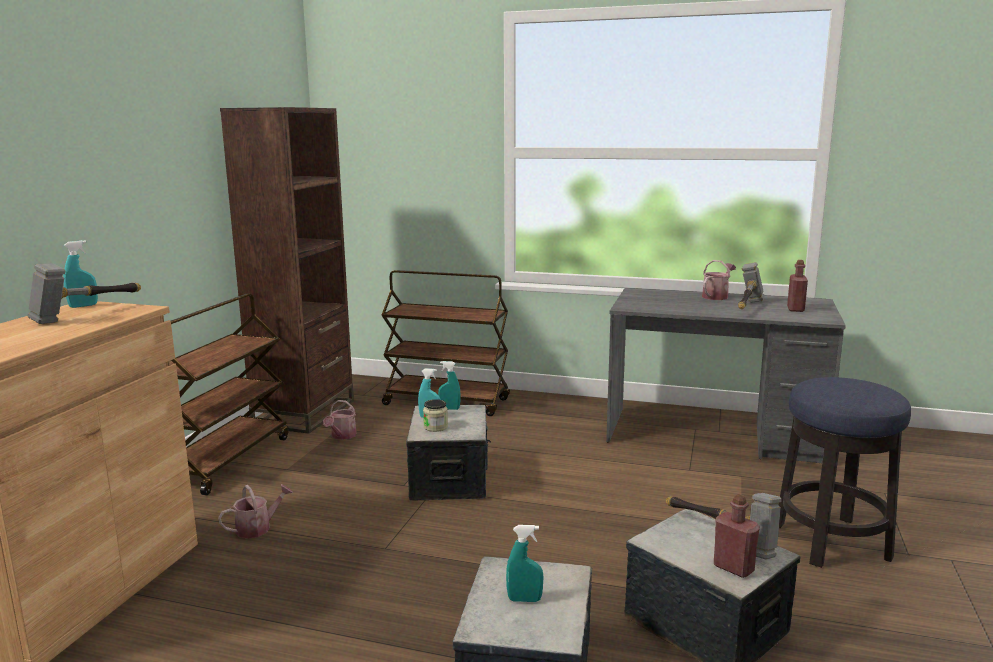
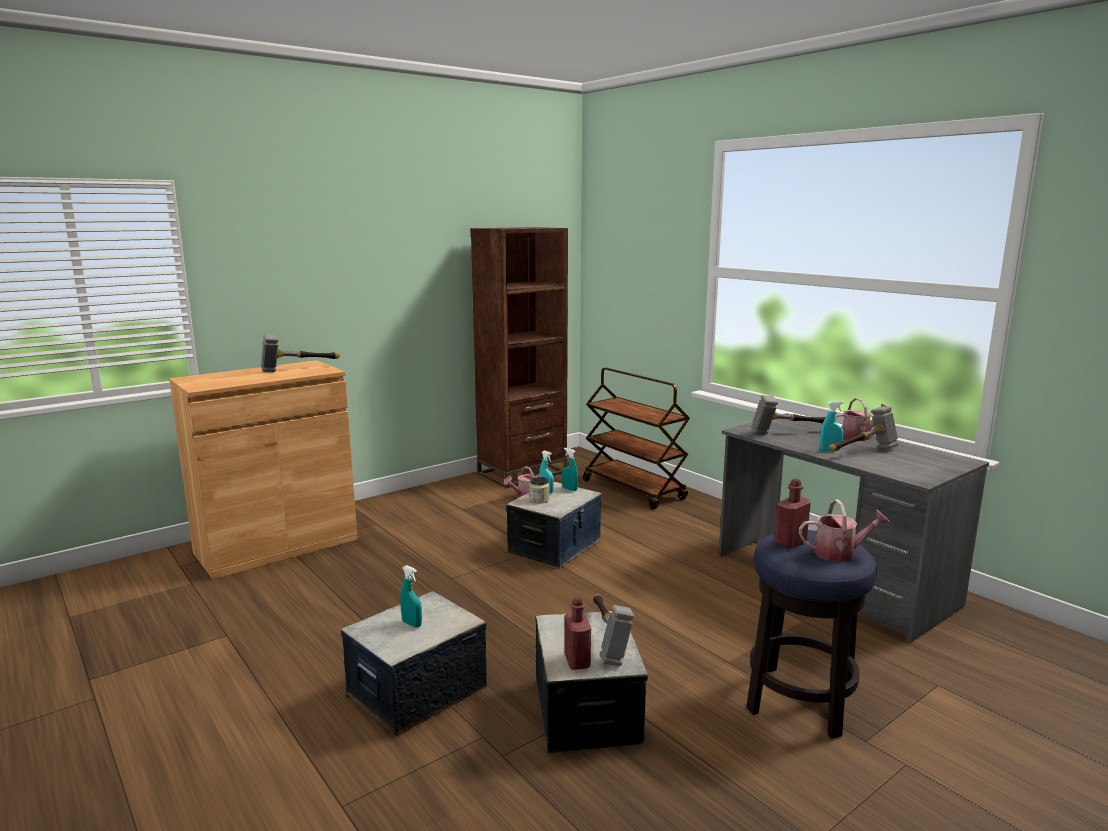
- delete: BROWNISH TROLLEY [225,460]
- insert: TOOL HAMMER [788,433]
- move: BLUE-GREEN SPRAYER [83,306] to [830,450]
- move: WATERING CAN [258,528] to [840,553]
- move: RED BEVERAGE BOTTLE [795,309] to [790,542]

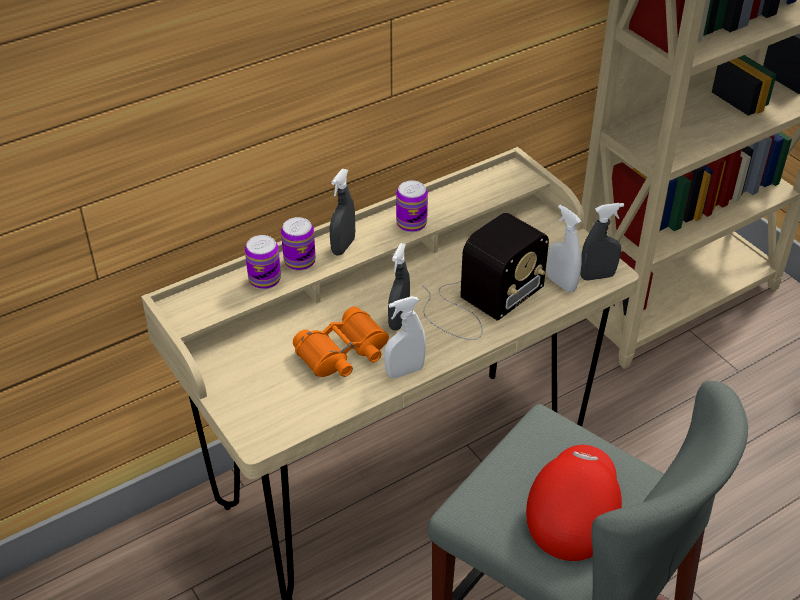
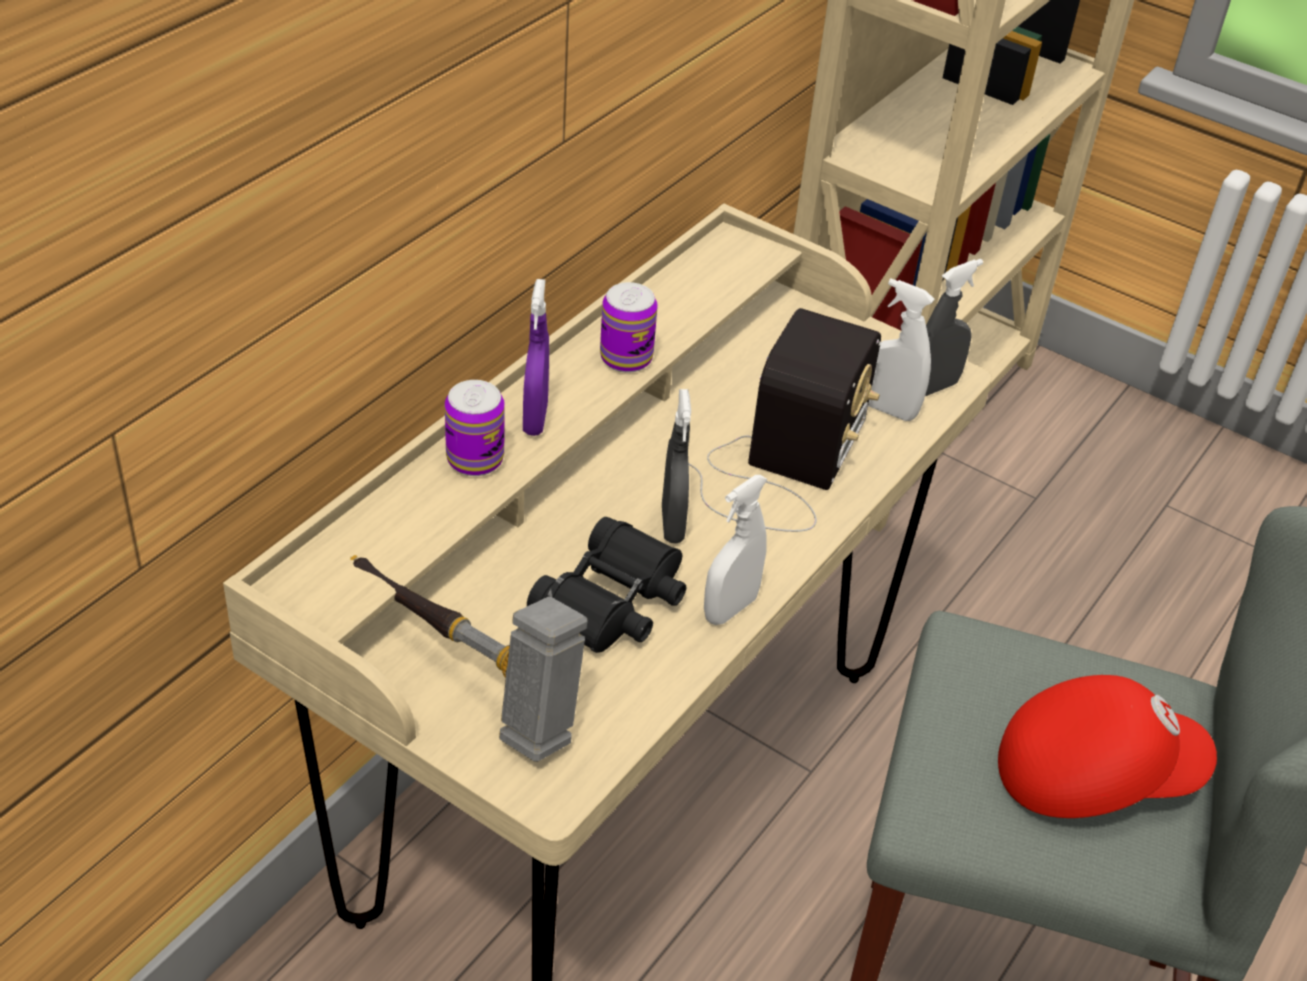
- delete: SEALED CAN [264,279]
- insert: TOOL HAMMER [462,674]
- recolor: ORANGE PAIR OF BINOCULARS [343,353] to BLACKISH PAIR OF BINOCULARS [613,602]
- recolor: GREY SPRAYER [343,246] to PURPLE SPRAYER [535,418]
- rotate: RED CAP [572,513] = [1092,774] 90 degrees clockwise

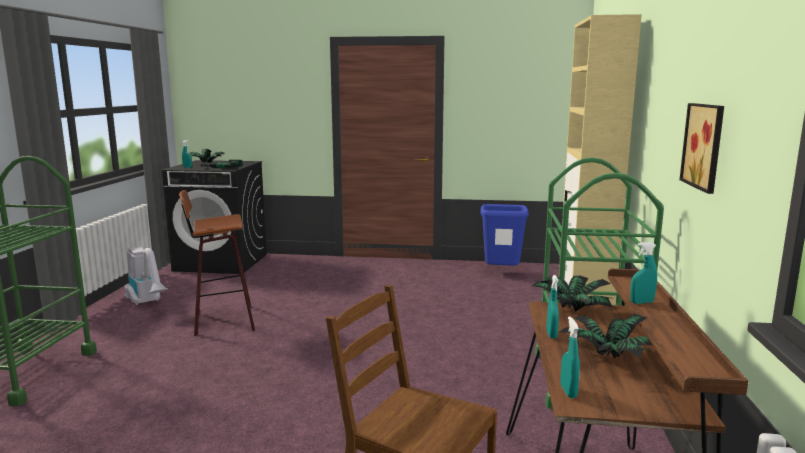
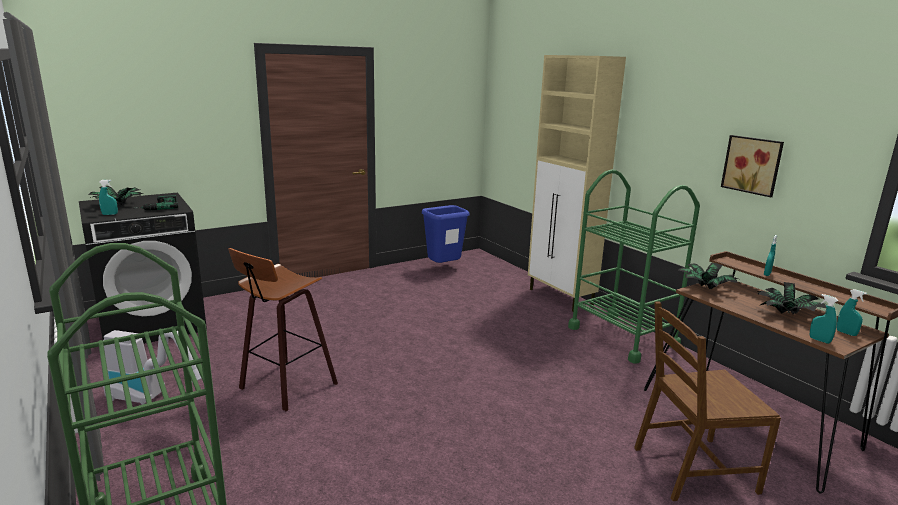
- move: BLUE-GREEN SPRAYER [551,335] to [846,333]

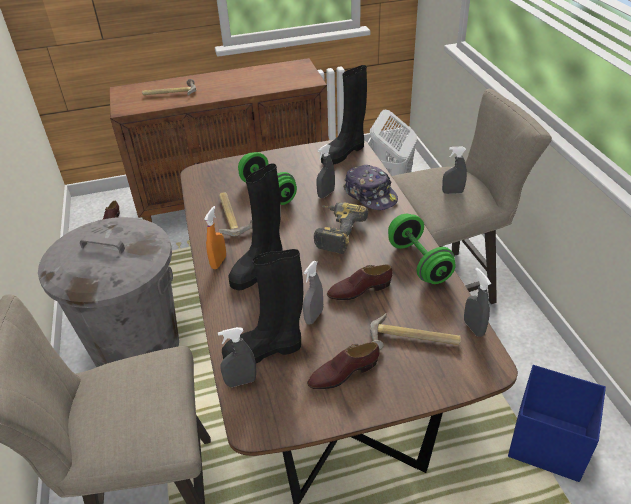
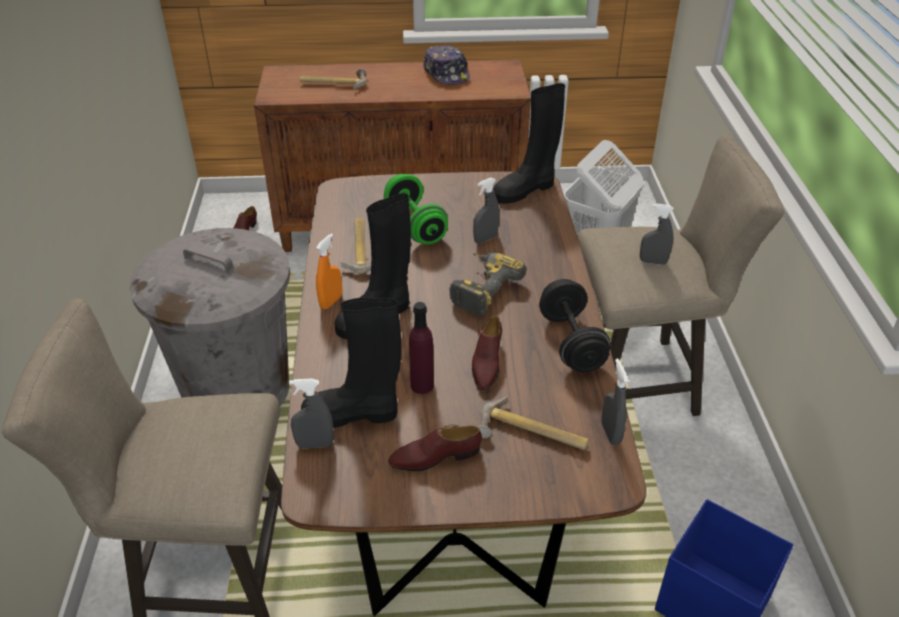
- move: CAP [370,195] to [446,74]
- replace: GREY SPRAYER [314,316] to PURPLE BEVERAGE BOTTLE [422,385]
- recolor: GREEN-COLOURED DUMBBELL [419,262] to BLACKISH DUMBBELL [571,342]
- rotate: BROWNISH SHOE [359,290] = [486,363] 75 degrees counterclockwise

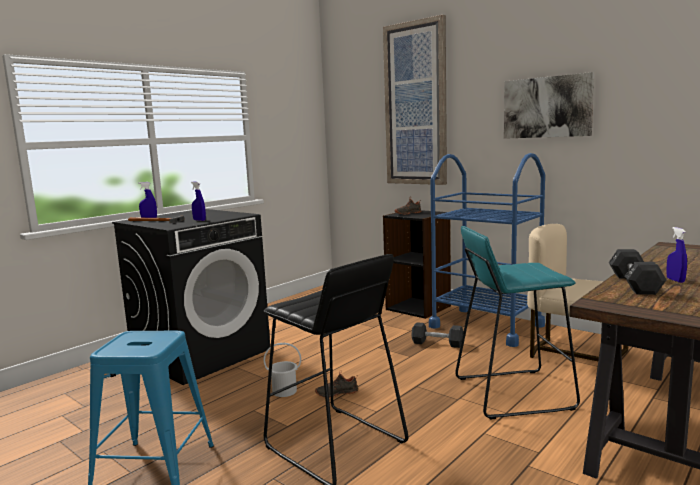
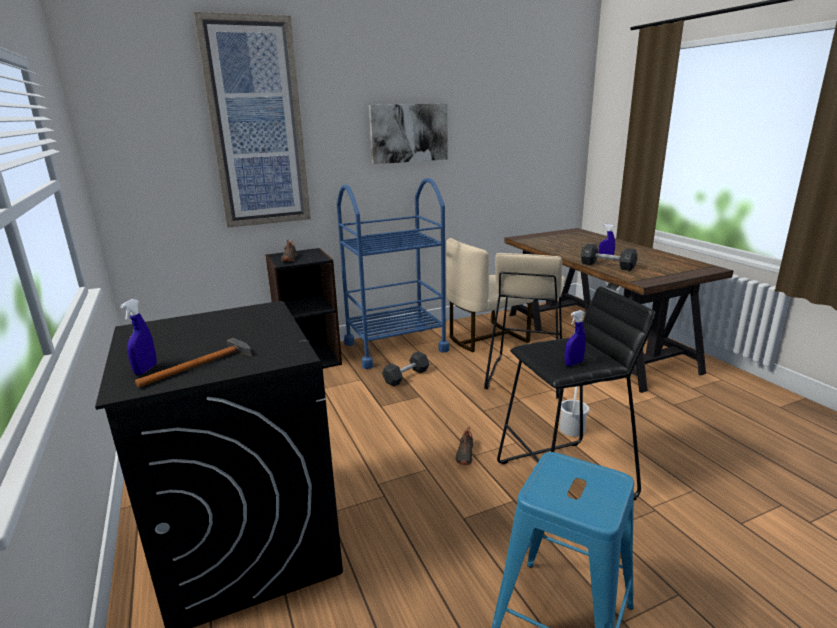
- move: BLUE SPRAYER [199,220] to [573,363]
- move: WHITE WATER BUCKET [284,391] to [571,429]
- recolor: BLUE-GREEN STOOL [512,393] to SAND-COLOURED STOOL [524,377]

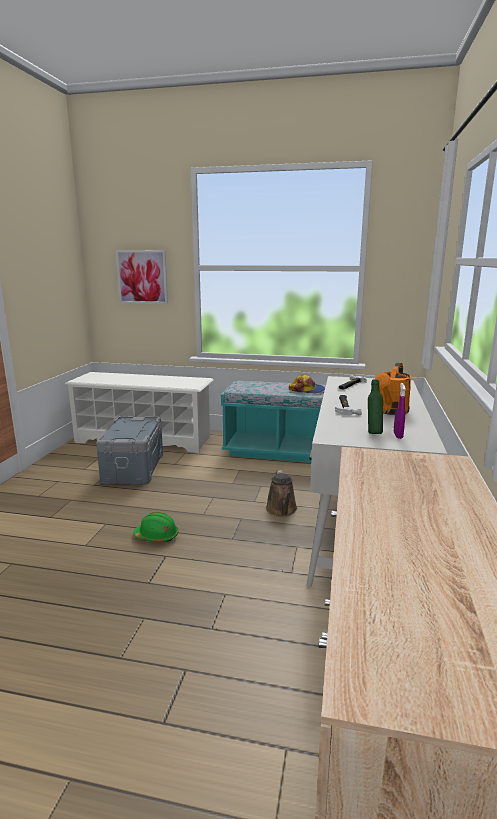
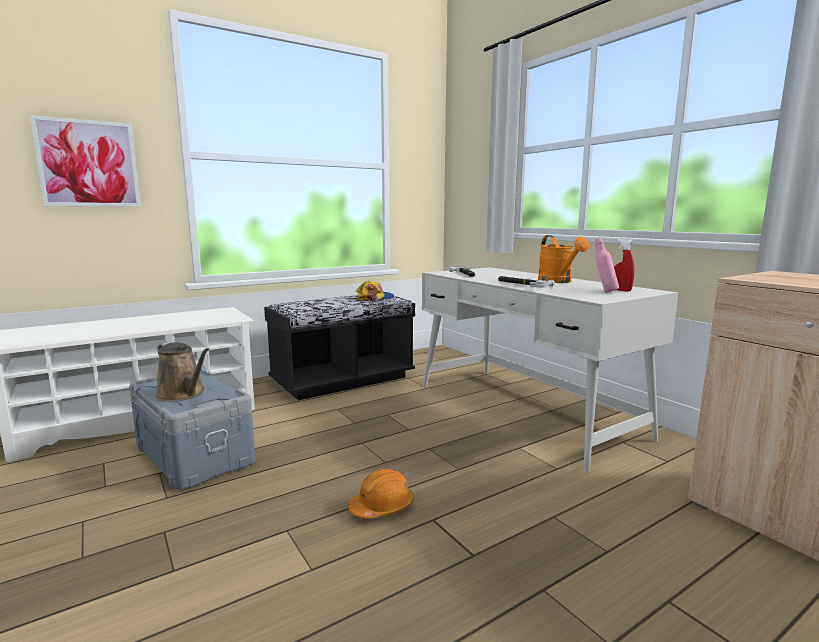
- move: BROWNISH WATERING CAN [282,510] to [183,394]
- recolor: GREEN-COLOURED WORK HELMET [157,536] to ORANGE WORK HELMET [382,507]
- recolor: BLUE-GREEN BENCH [280,451] to BLACKISH BENCH [343,380]
- recolor: GREEN-COLOURED BEVERAGE BOTTLE [373,433] to PINKISH BEVERAGE BOTTLE [604,292]
- recolor: PURPLE SPRAYER [398,435] to RED SPRAYER [621,290]

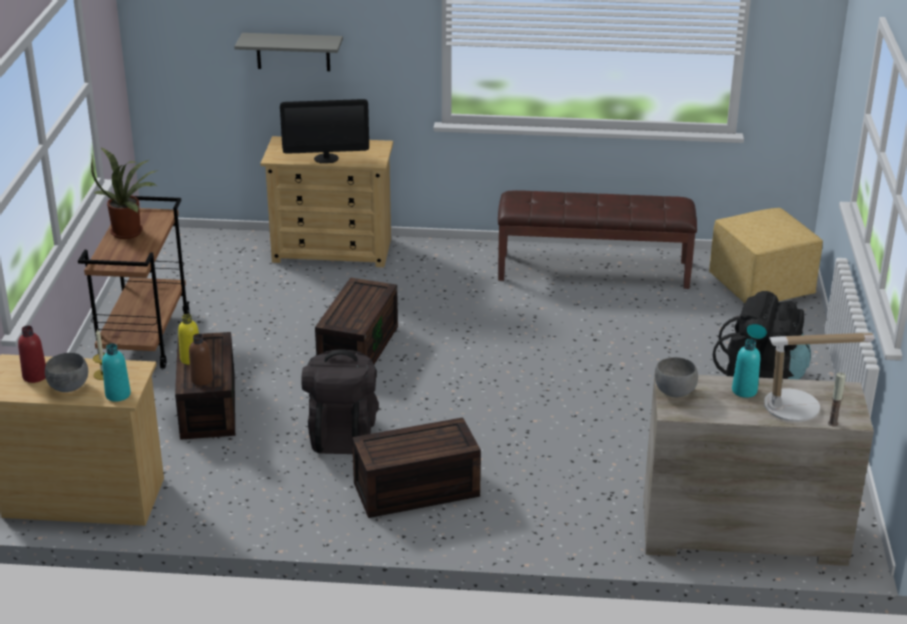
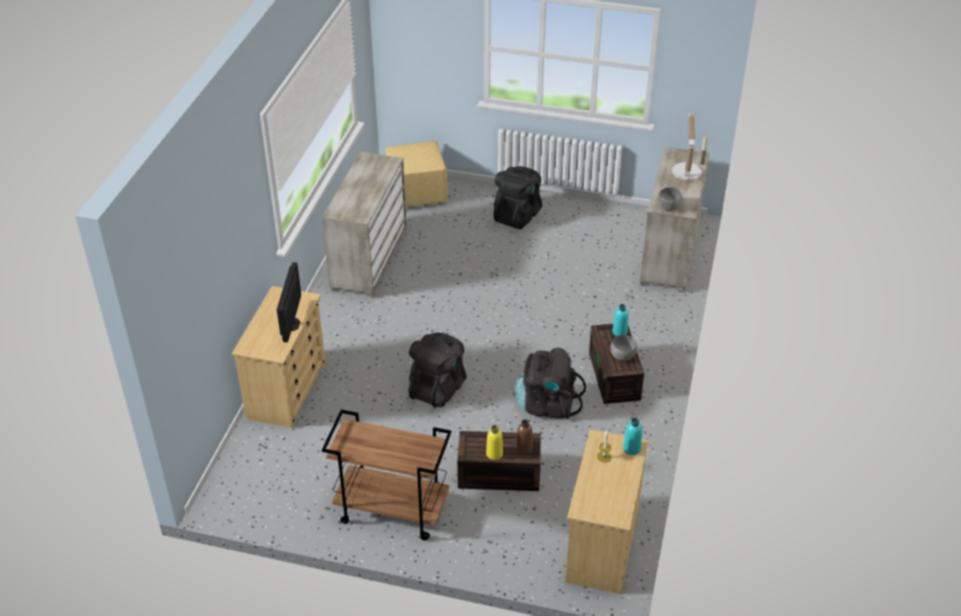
- delete: RED BEVERAGE BOTTLE [35,376]
- delete: PLANT IN A POT [130,232]
- delete: GREY WALL SHELF [293,52]
- move: GREY BOWL [69,387] to [623,356]
- move: BLUE-GREEN BEVERAGE BOTTLE [744,391] to [619,332]
- replace: BROWNISH STORAGE CONTAINER [357,347] to BLACKISH KNAPSACK [438,388]
- replace: BROWNISH BENCH [593,270] to SAND-COLOURED CHEST OF DRAWERS [368,259]

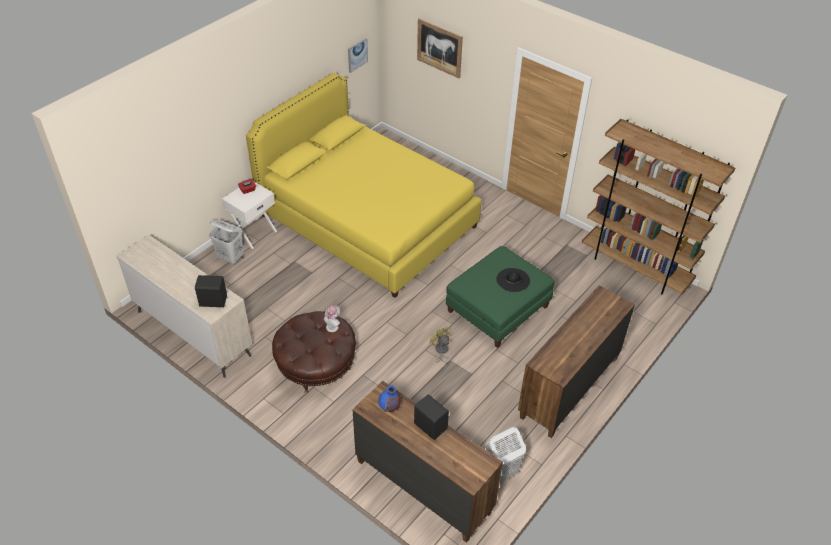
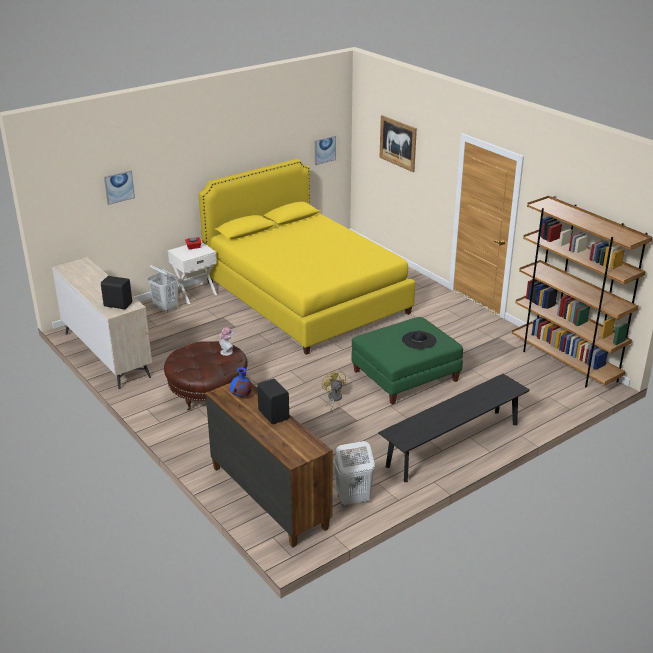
- insert: WALL ART [119,187]
- replace: BROWNISH CHEST OF DRAWERS [568,387] to BLACKISH BENCH [453,444]

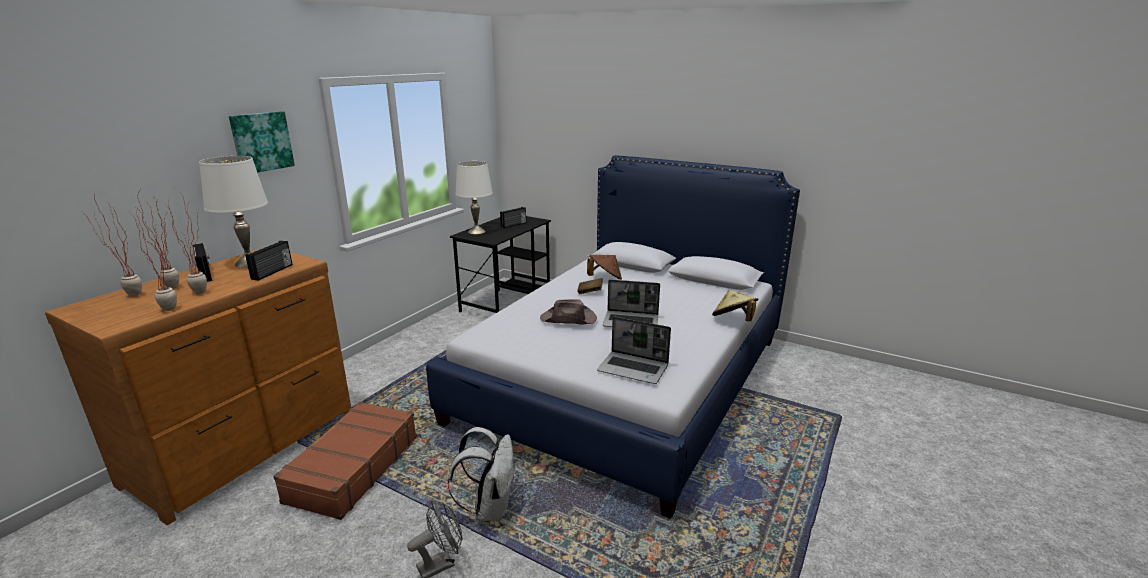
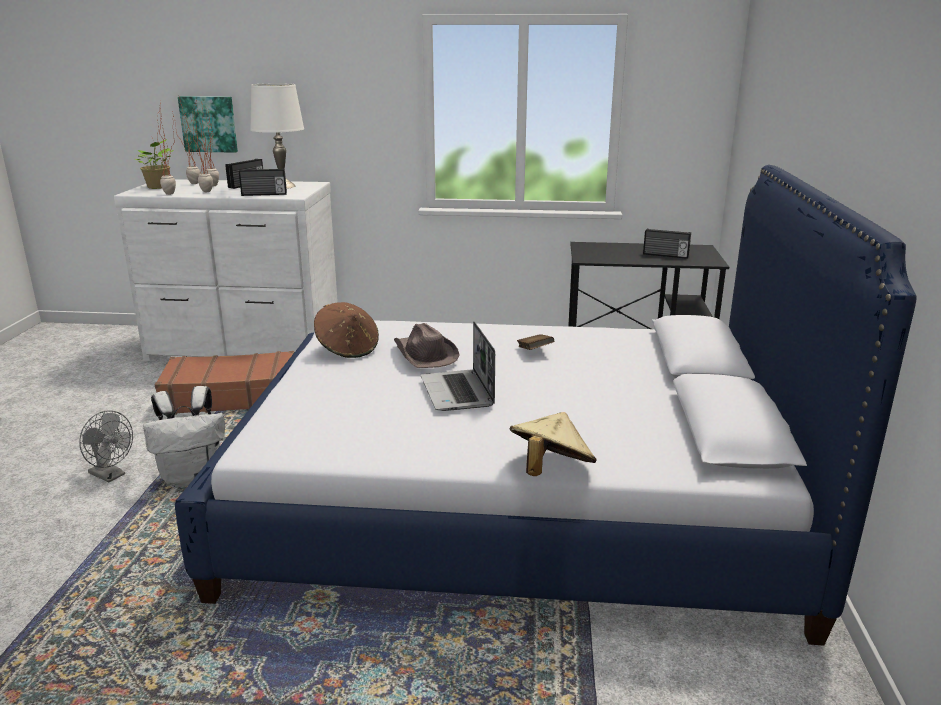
- delete: WHITE LAMP FOR A TABLE [477,231]
- delete: PORTABLE COMPUTER [634,369]
- insert: PLANT IN A POT [158,187]
- move: WALL ART [261,142] to [209,124]
- move: BROWNISH HAT [605,279] to [347,349]
- recolor: BROWNISH CHEST OF DRAWERS [247,446] to WHITE CHEST OF DRAWERS [244,348]

